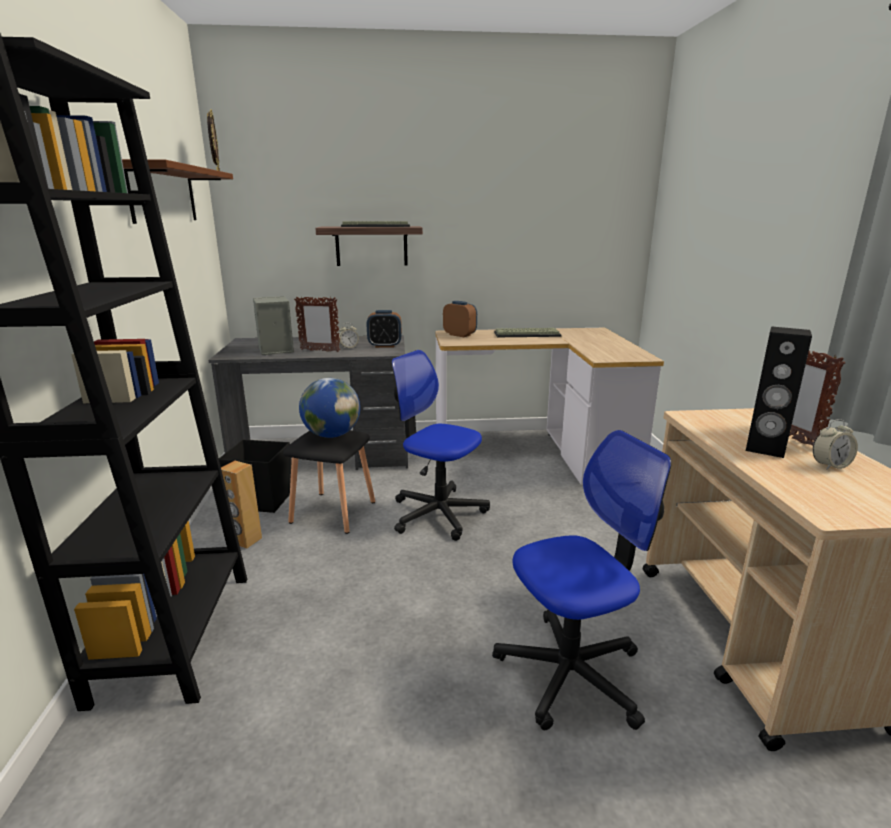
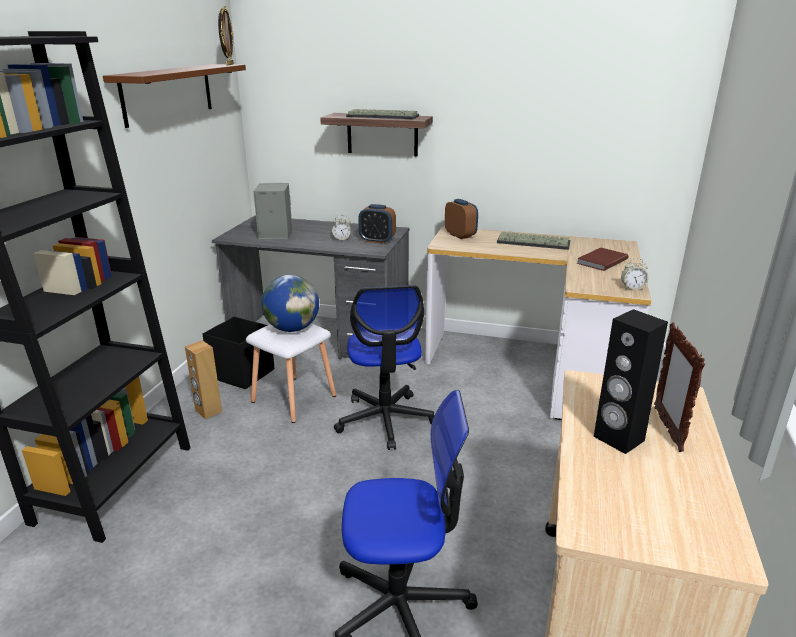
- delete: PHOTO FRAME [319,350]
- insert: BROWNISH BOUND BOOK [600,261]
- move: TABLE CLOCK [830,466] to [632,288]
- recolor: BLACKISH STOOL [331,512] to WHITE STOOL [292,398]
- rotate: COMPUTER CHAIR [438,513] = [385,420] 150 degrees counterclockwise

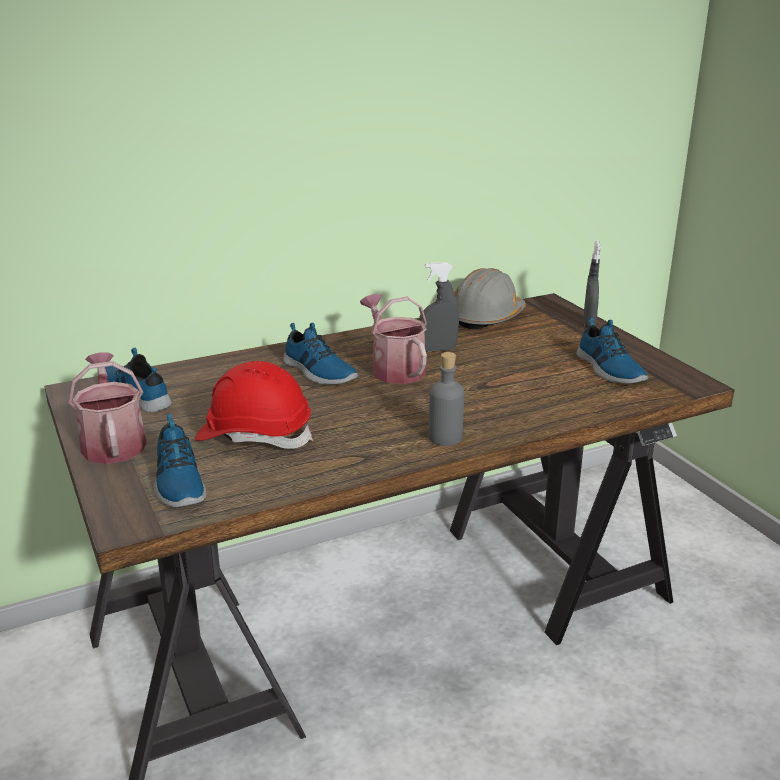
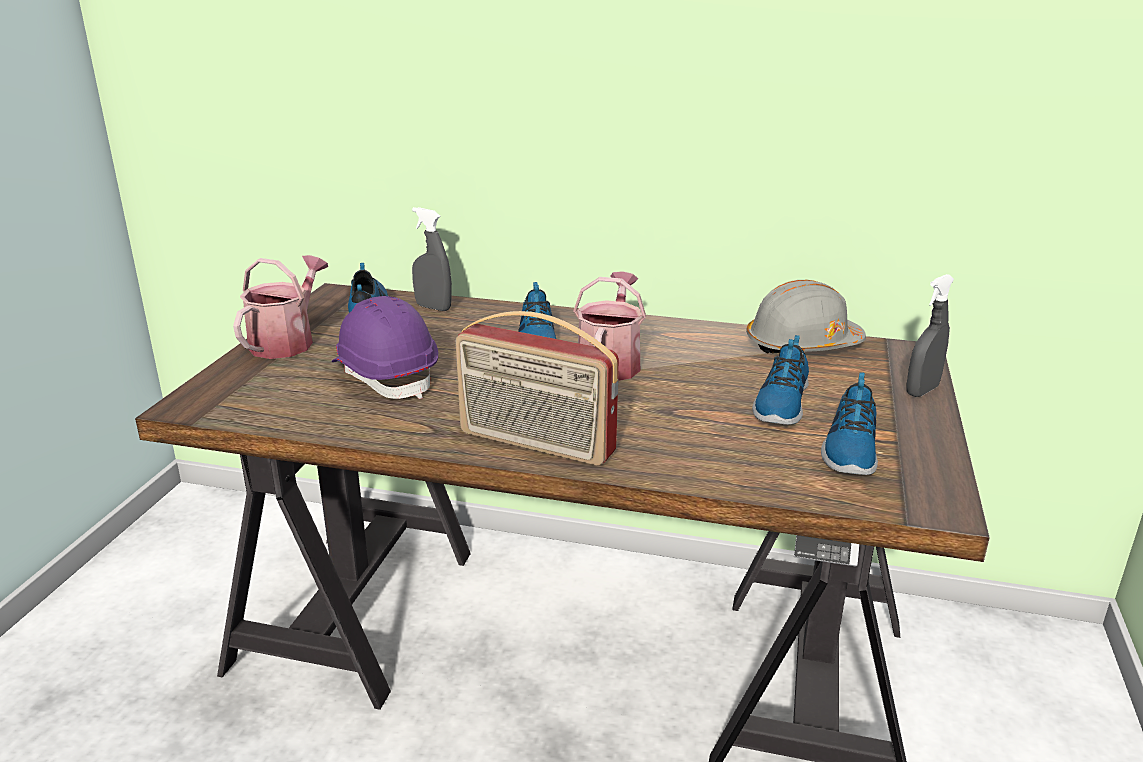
- move: SHOE [177,482] to [780,403]
- move: GREY SPRAYER [438,349] to [433,307]
- replace: GREY BEVERAGE BOTTLE [445,437] to RADIO [535,444]
- recolor: RED WORK HELMET [254,436] to PURPLE WORK HELMET [386,376]

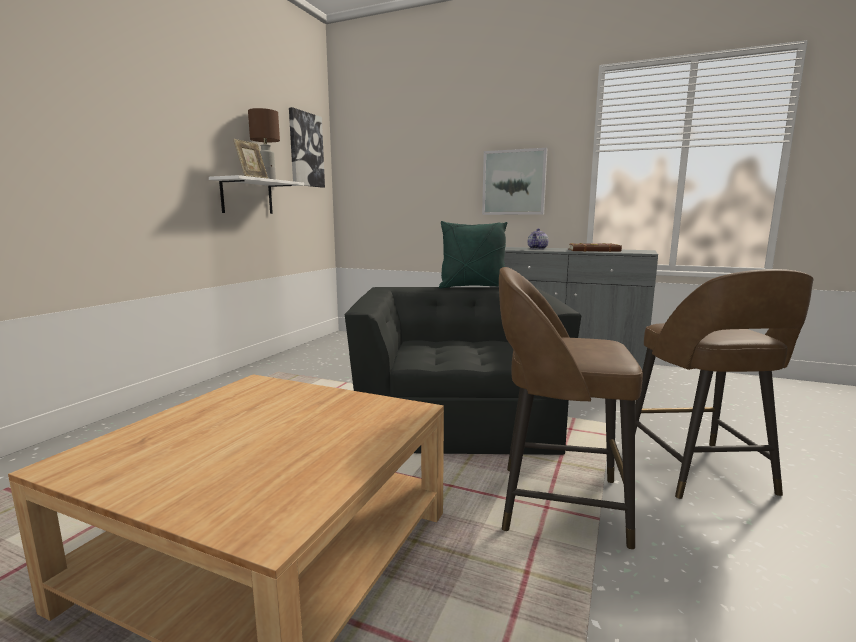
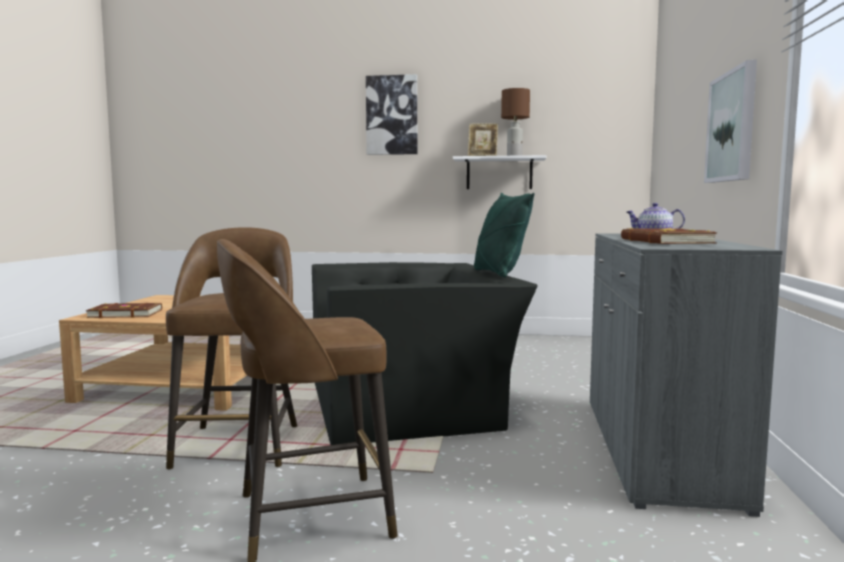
- insert: BROWNISH BOUND BOOK [125,314]
- move: WALL ART [305,150] to [392,115]

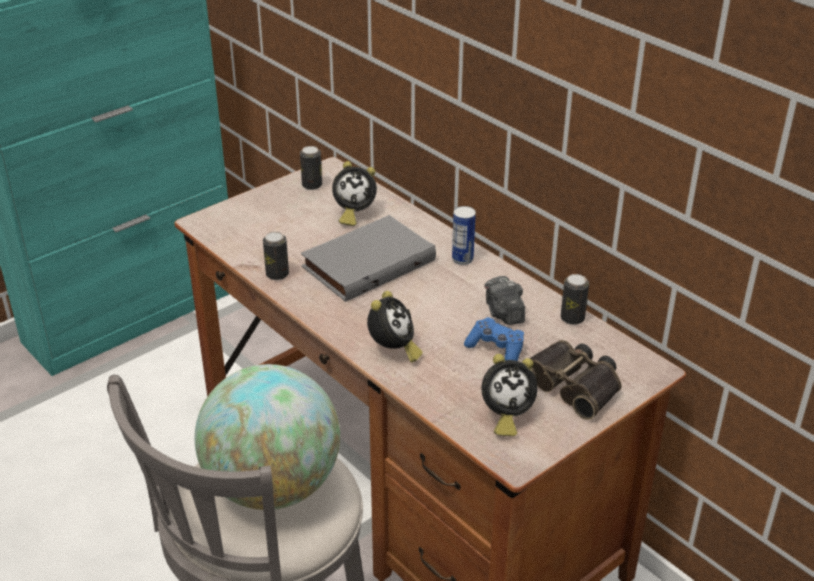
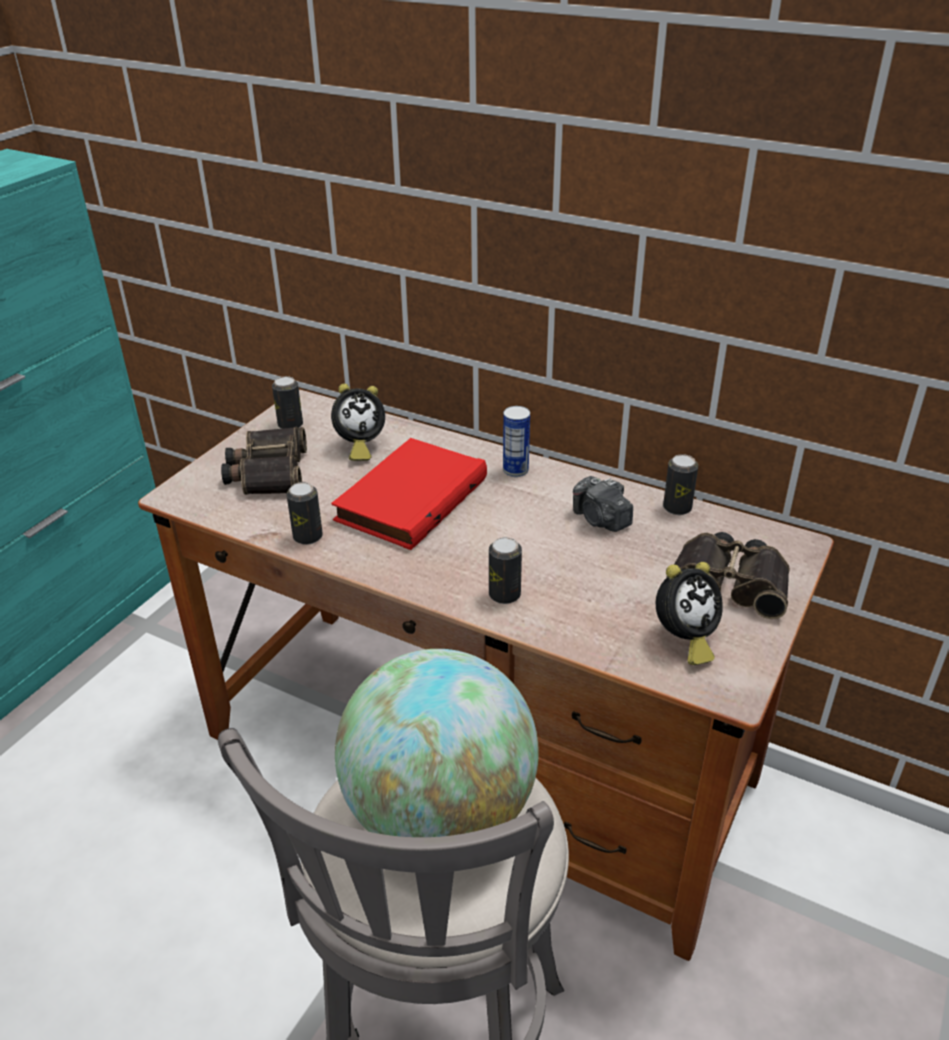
- delete: BLUE JOYPAD [496,348]
- insert: PAIR OF BINOCULARS [268,472]
- replace: TABLE CLOCK [393,351] to SEALED CAN [504,595]
- recolor: GREY BOUND BOOK [367,262] to RED BOUND BOOK [409,498]

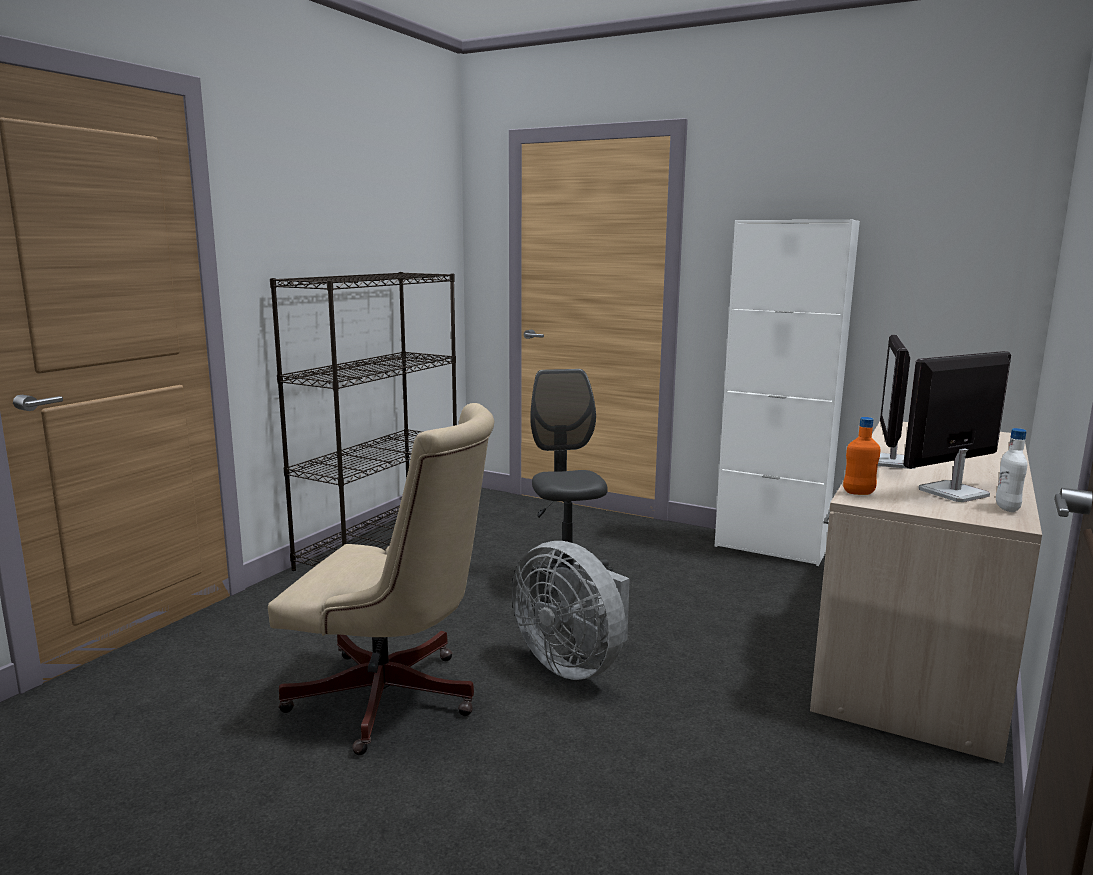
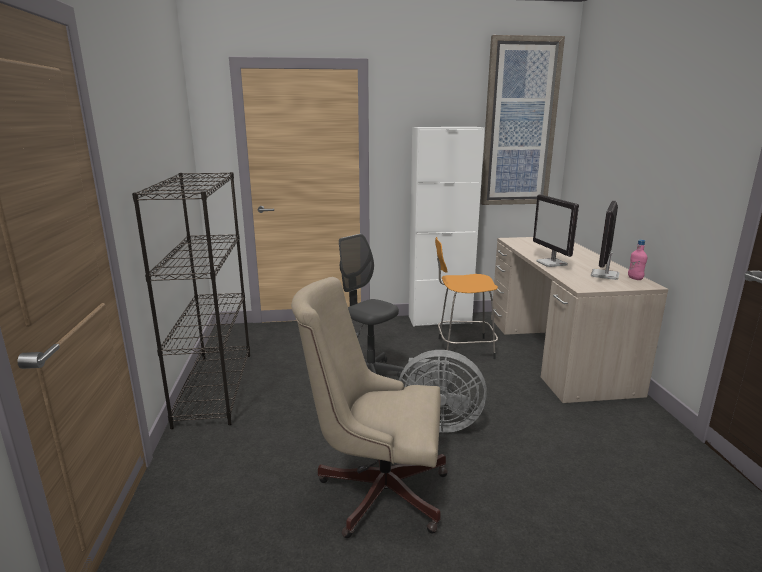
- delete: ORANGE BEVERAGE BOTTLE [858,493]
- insert: ORANGE STOOL [463,348]
- insert: WALL ART [519,124]
- recolor: WHITE BEVERAGE BOTTLE [1007,508] to PINKISH BEVERAGE BOTTLE [635,278]
- rotate: SAND-COLOURED COMPUTER CHAIR [394,701] = [375,490] 150 degrees counterclockwise

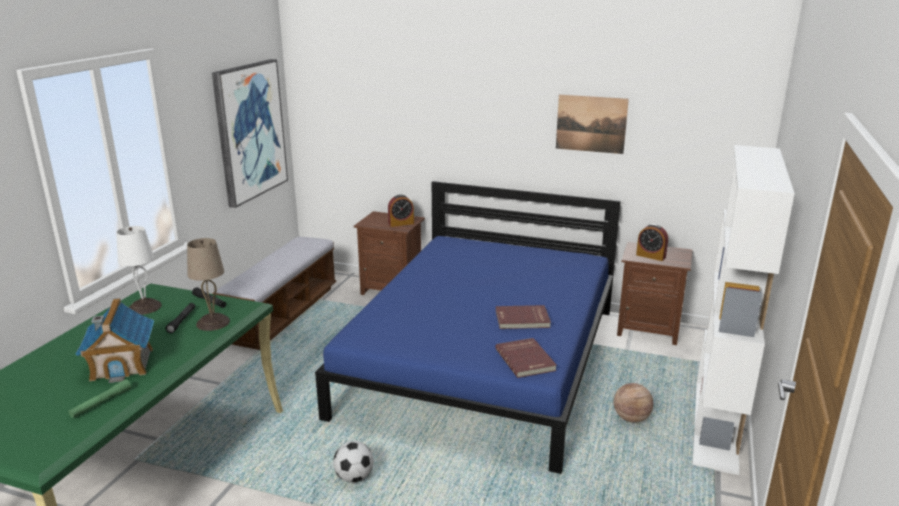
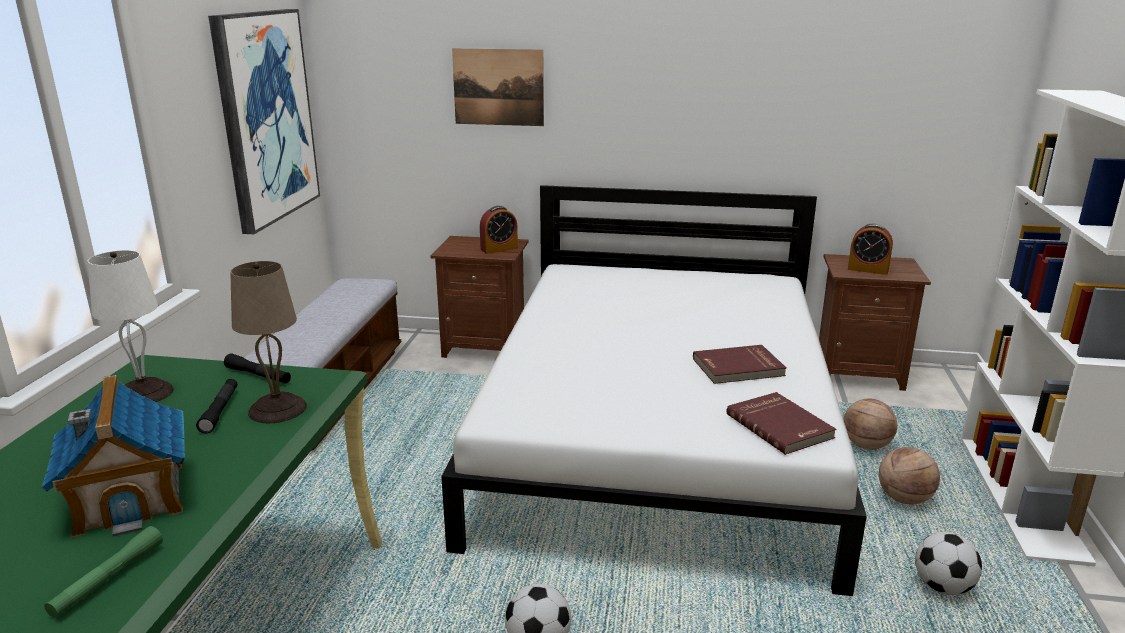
- insert: BASKETBALL BALL [866,445]
- insert: FOOTBALL [942,587]
- move: WALL ART [591,124] to [498,87]
- recolor: BLUE BEDROOM BED [484,359] to WHITE BEDROOM BED [659,434]

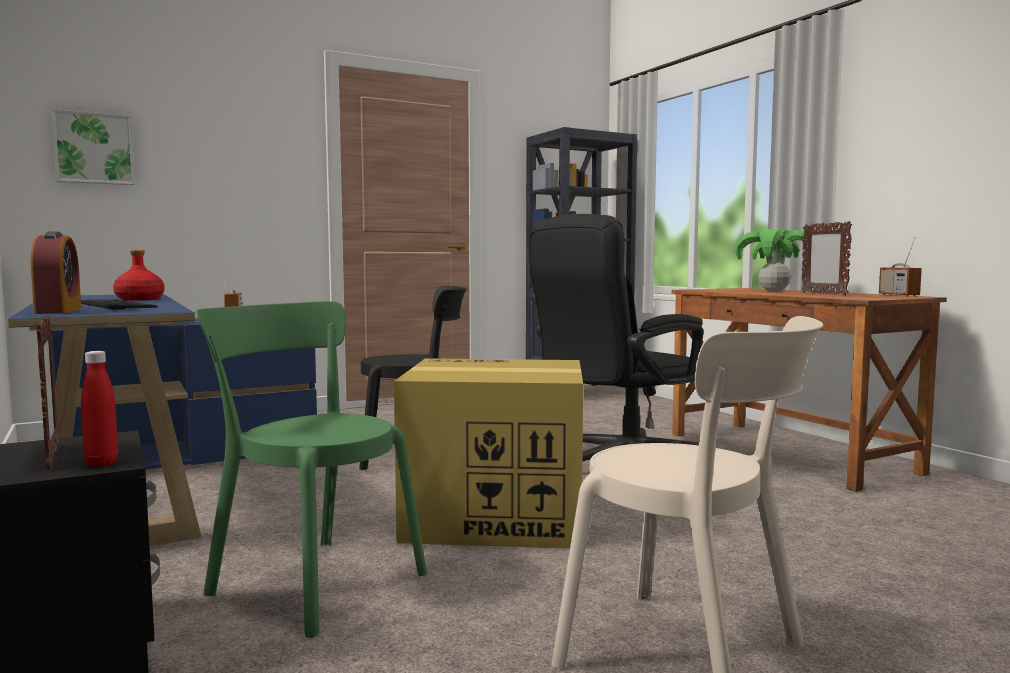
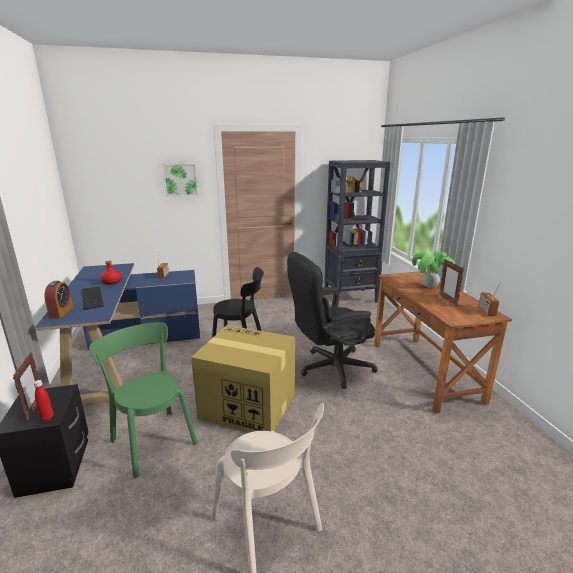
- move: WALL ART [94,148] to [180,180]

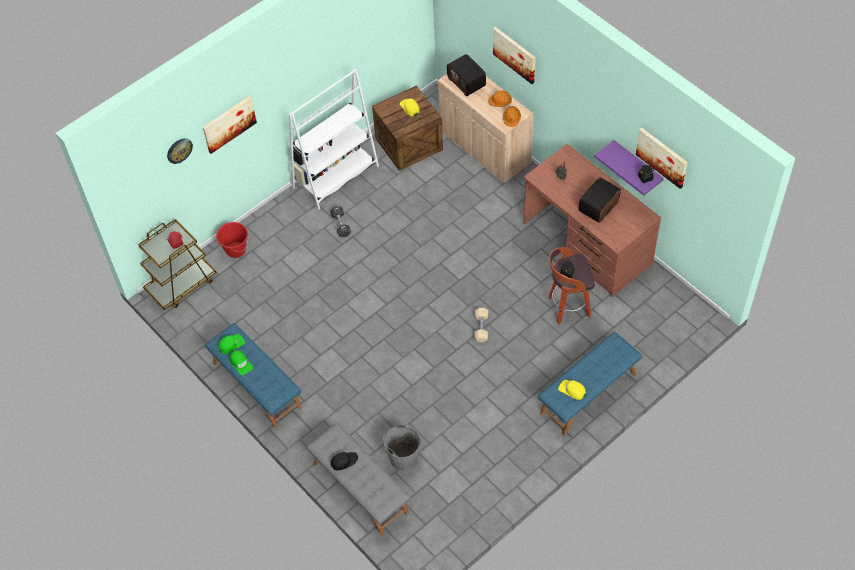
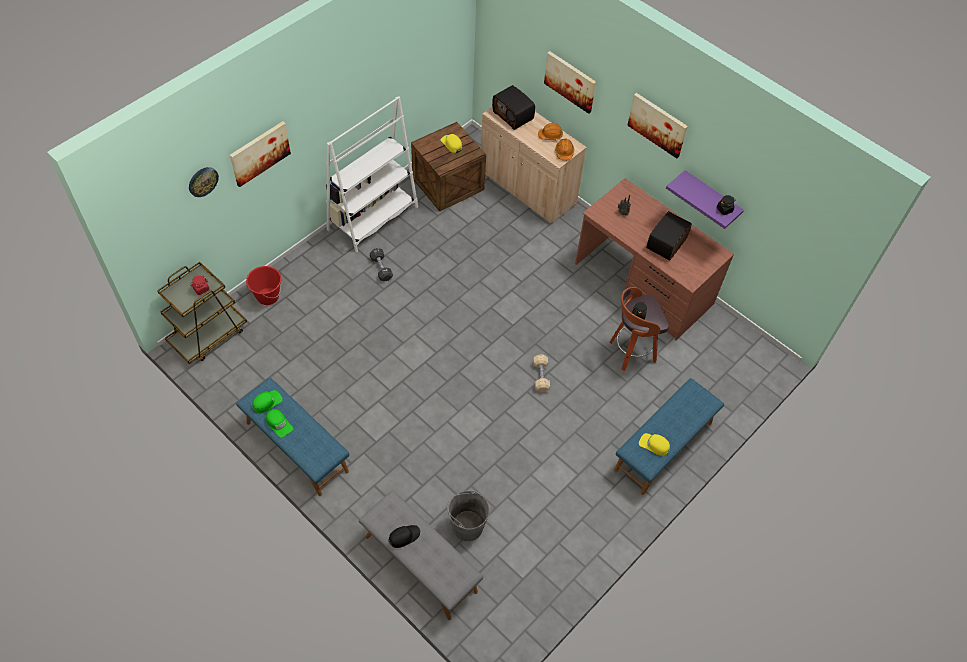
- move: WALL ART [662,157] to [658,124]

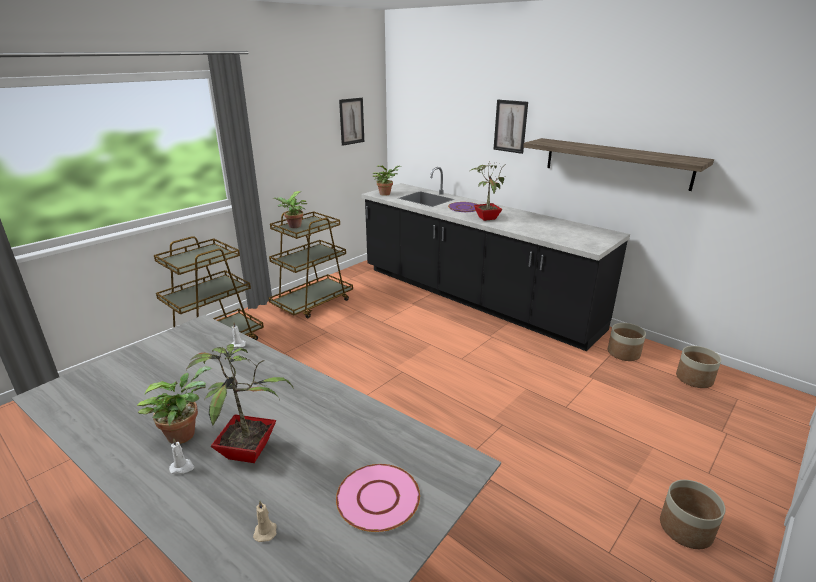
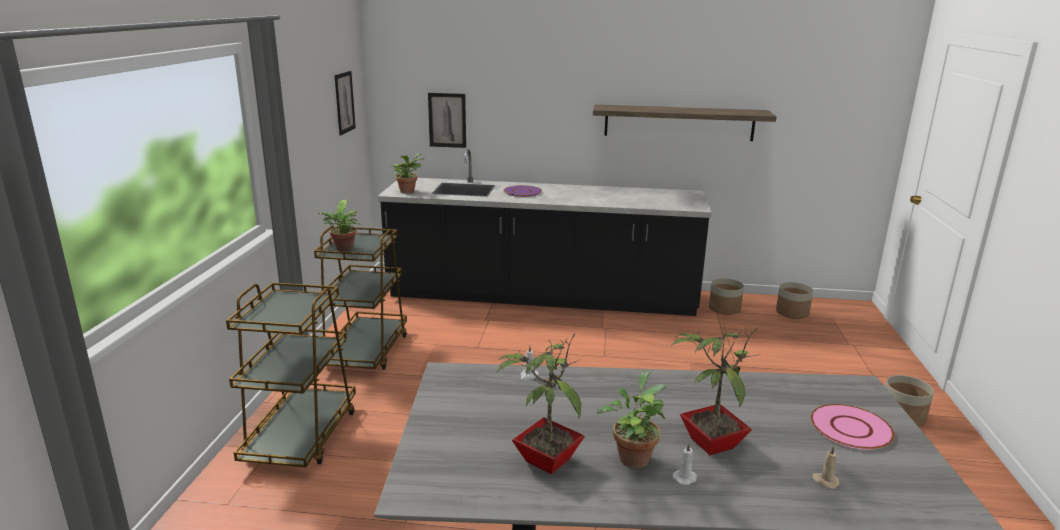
- move: PLANT IN A POT [486,218] to [545,460]
- move: WALL ART [510,126] to [447,120]

